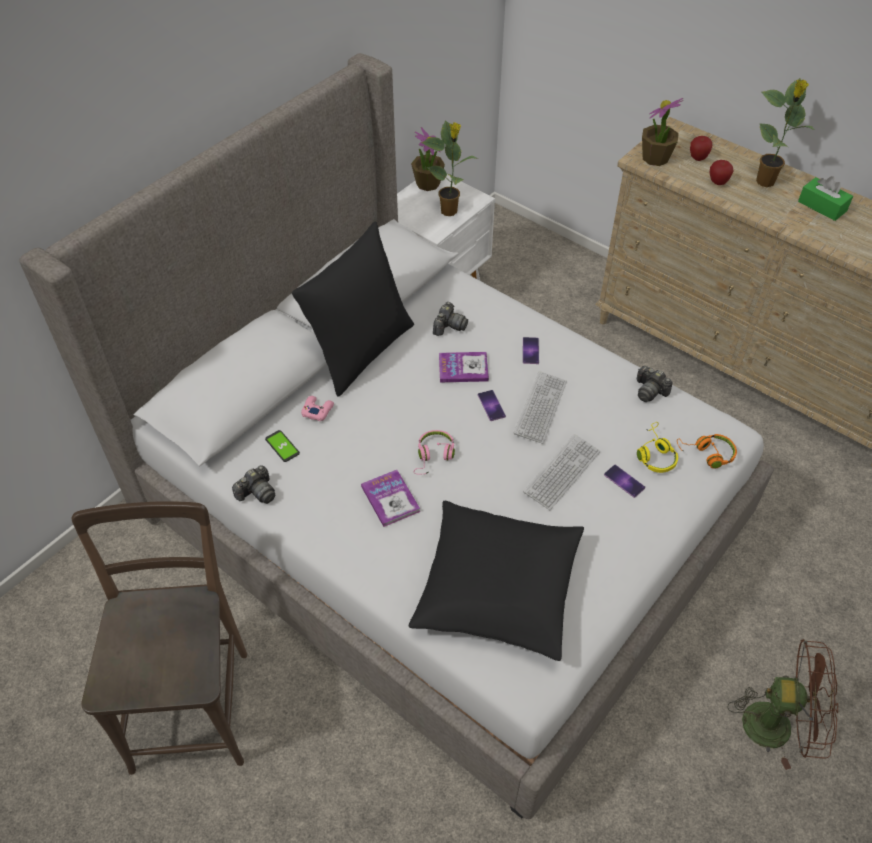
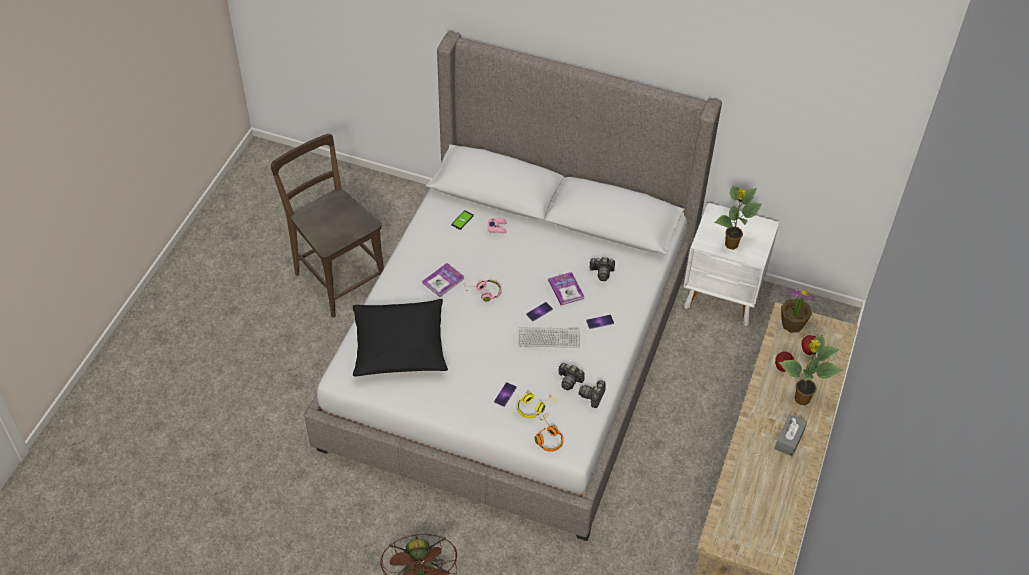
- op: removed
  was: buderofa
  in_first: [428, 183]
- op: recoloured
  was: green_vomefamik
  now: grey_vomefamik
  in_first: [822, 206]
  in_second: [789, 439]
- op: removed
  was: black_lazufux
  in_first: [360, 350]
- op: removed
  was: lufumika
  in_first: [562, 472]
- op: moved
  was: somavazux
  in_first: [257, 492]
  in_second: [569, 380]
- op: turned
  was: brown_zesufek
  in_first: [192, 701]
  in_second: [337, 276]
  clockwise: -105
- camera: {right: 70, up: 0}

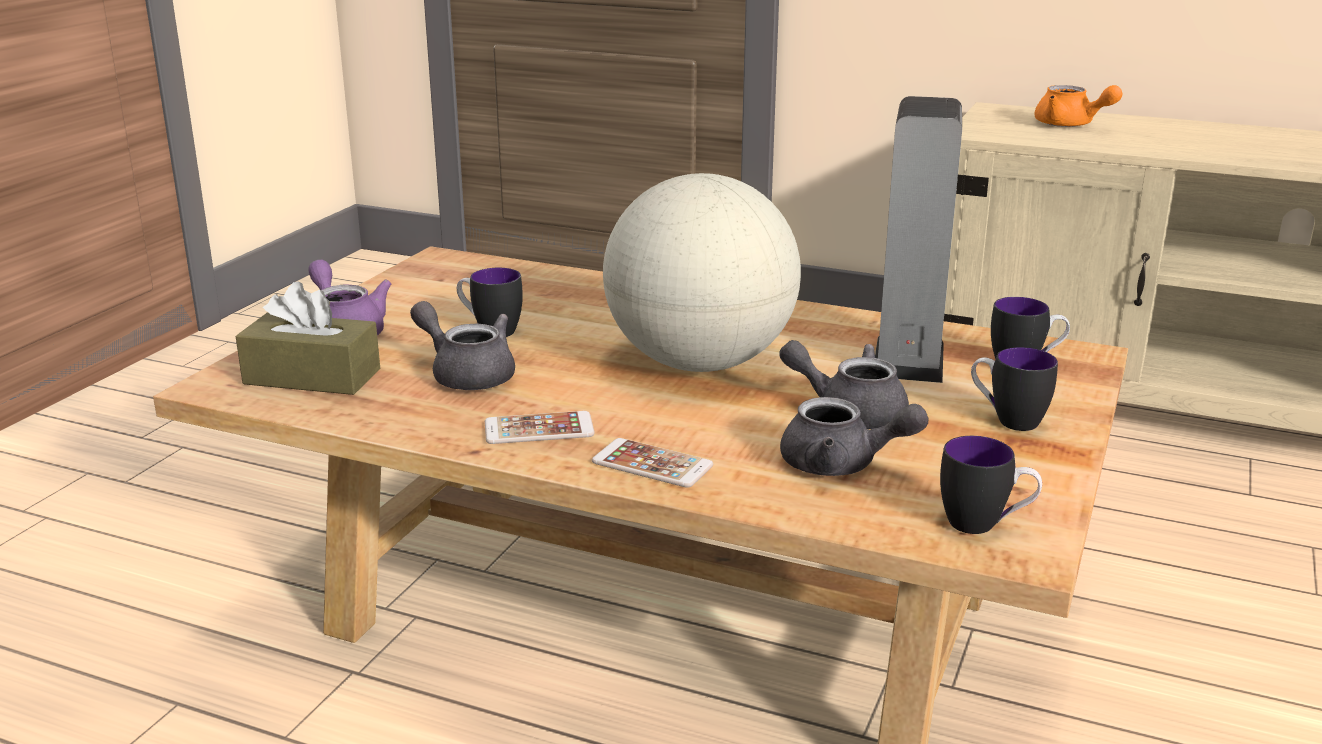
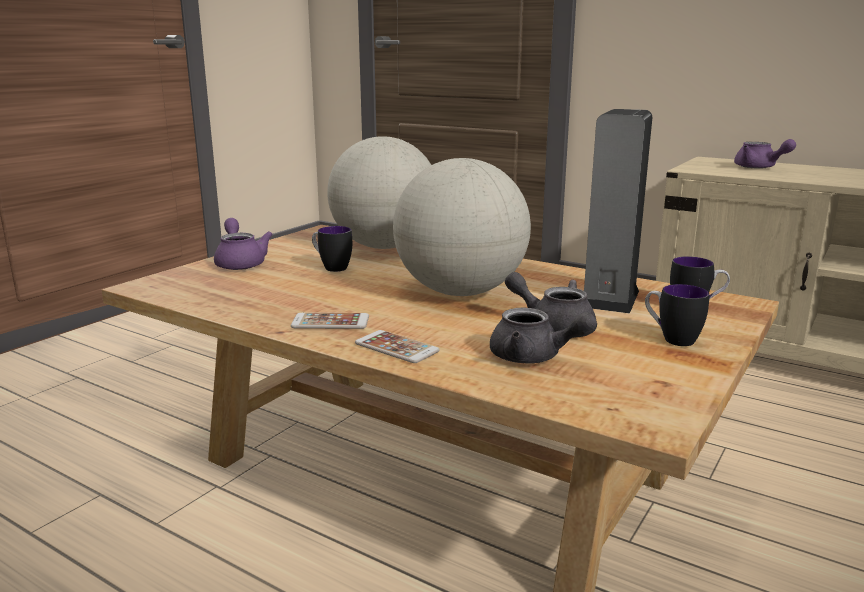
- op: recoloured
  was: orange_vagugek
  now: purple_vagugek
  in_first: [1070, 125]
  in_second: [759, 167]
- op: removed
  was: brown_vomefamik
  in_first: [312, 377]
- op: removed
  was: grey_vagugek
  in_first: [467, 374]
- op: removed
  was: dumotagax
  in_first: [985, 525]
- op: added
  now: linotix
  in_second: [384, 247]
- camera: {right: 10, up: -5}

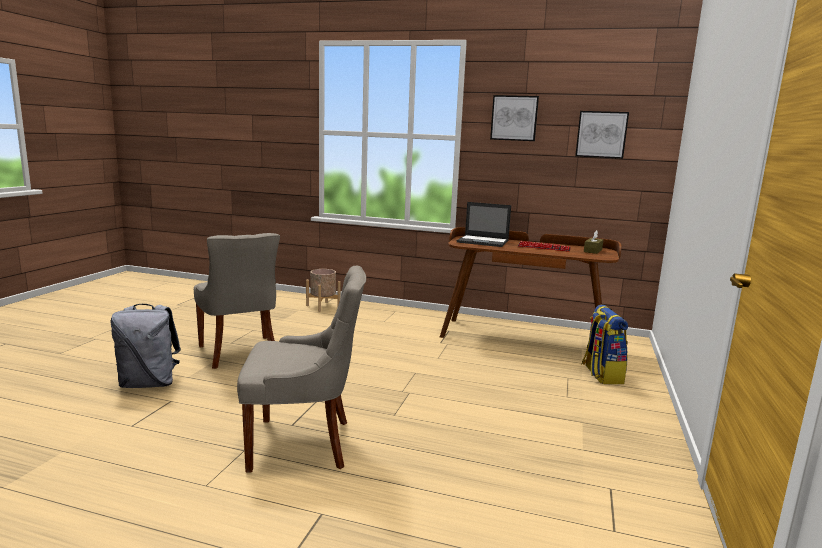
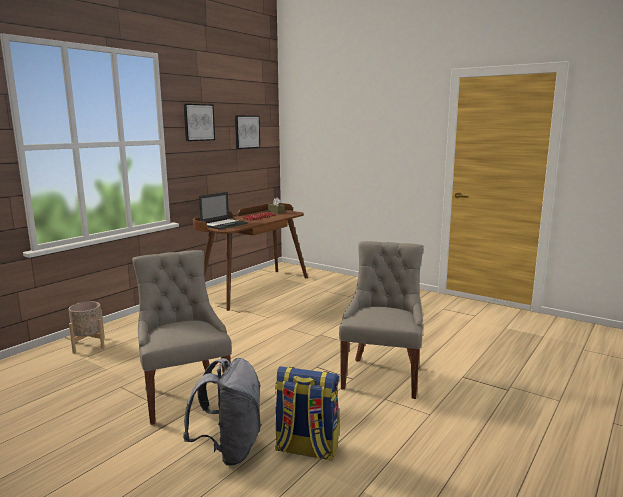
- op: turned
  was: grey_zesufek
  in_first: [240, 353]
  in_second: [185, 396]
  clockwise: -105
- op: moved
  was: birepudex
  in_first: [601, 374]
  in_second: [306, 449]
- camera: {right: -70, up: 0}

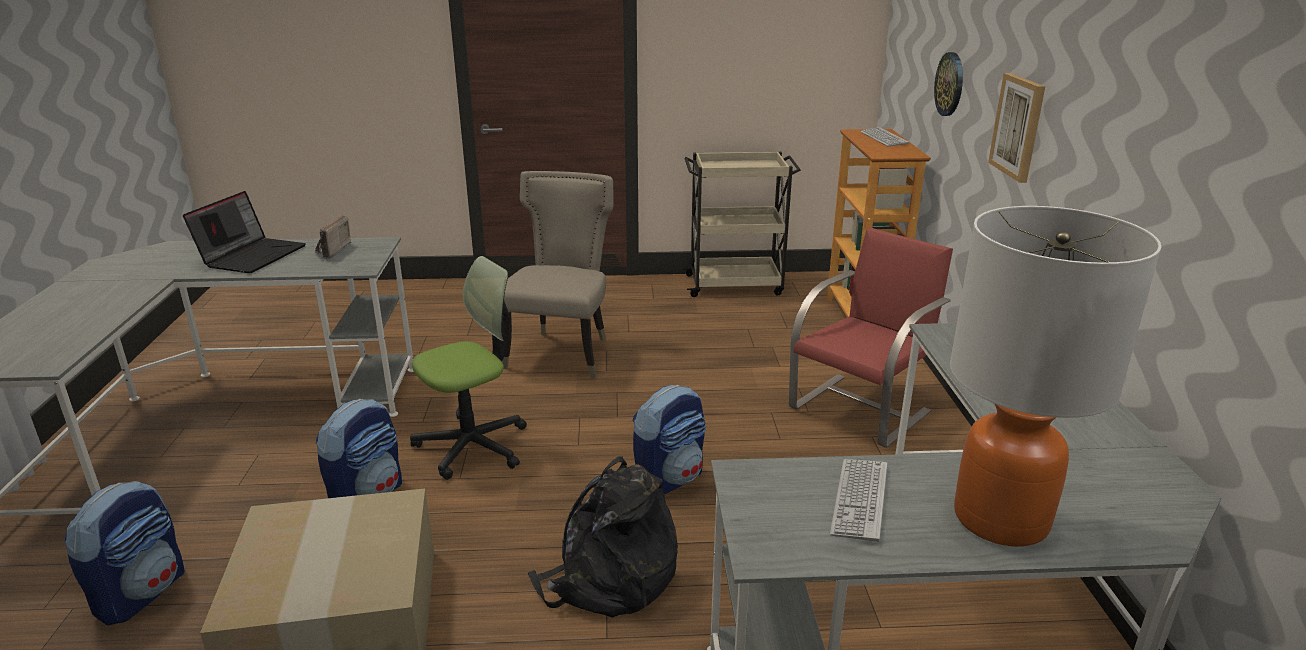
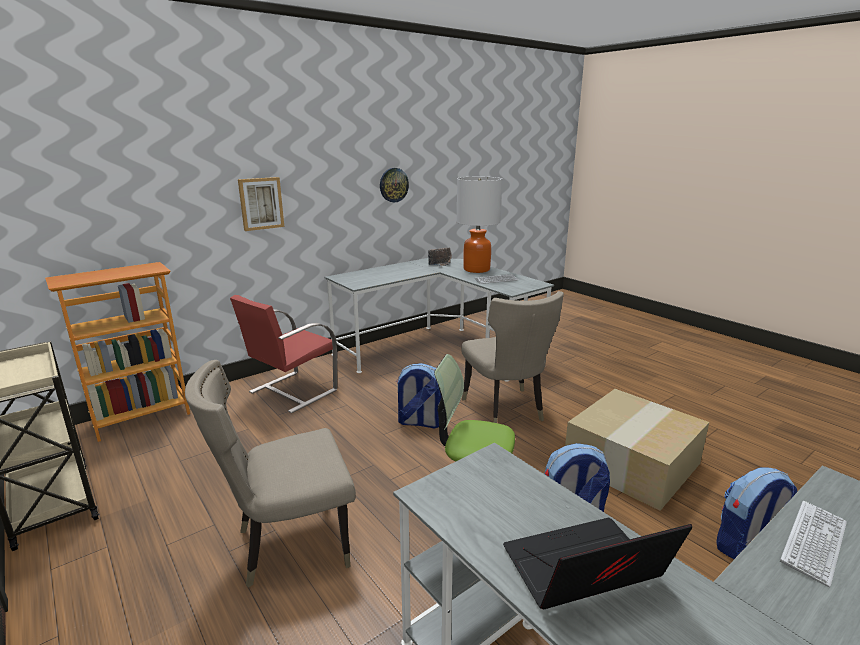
- op: moved
  was: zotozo
  in_first: [950, 84]
  in_second: [393, 185]
- op: moved
  was: lufumika
  in_first: [883, 138]
  in_second: [814, 542]
- op: moved
  was: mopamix
  in_first: [330, 251]
  in_second: [441, 264]
- op: turned
  was: red_zesufek
  in_first: [861, 409]
  in_second: [291, 391]
  clockwise: -60
- op: replaced
  was: black_birepudex
  now: beige_zesufek
  in_first: [609, 579]
  in_second: [506, 410]
- camera: {right: -125, up: -5}

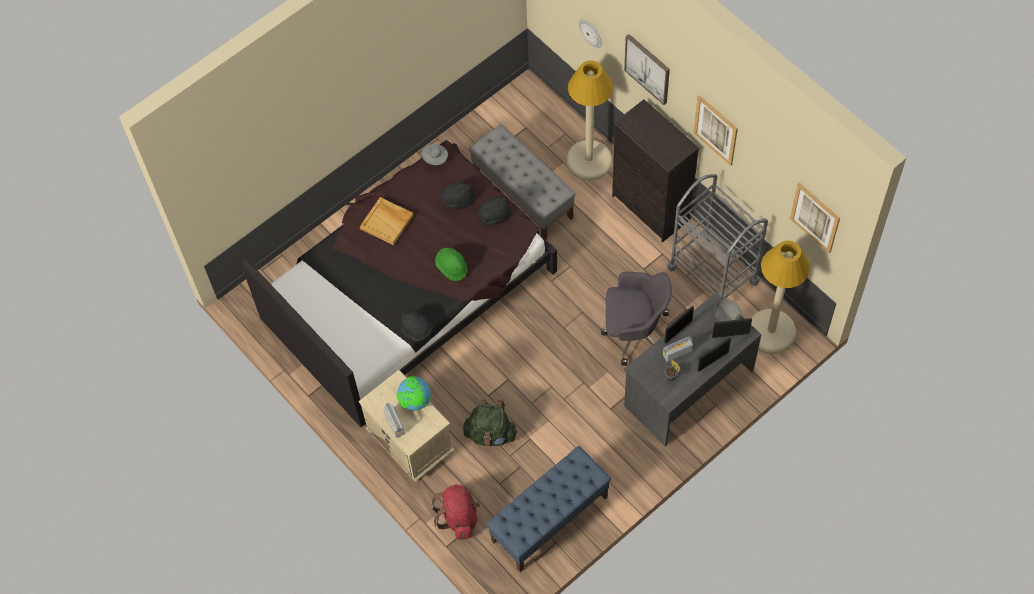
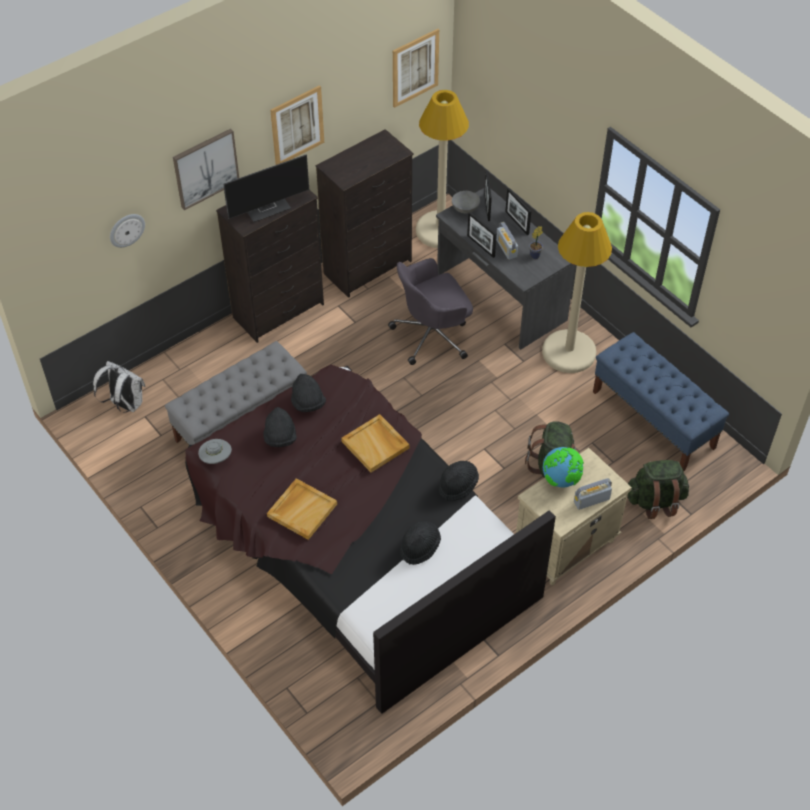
- op: moved
  was: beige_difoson
  in_first: [589, 160]
  in_second: [568, 352]
- op: replaced
  was: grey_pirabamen
  now: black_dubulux
  in_first: [713, 274]
  in_second: [368, 267]
- op: replaced
  was: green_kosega
  now: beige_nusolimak
  in_first: [452, 267]
  in_second: [376, 445]
- op: turned
  was: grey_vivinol
  in_first: [634, 332]
  in_second: [432, 335]
  clockwise: -120
- op: recoloured
  was: red_birepudex
  now: green_birepudex
  in_first: [459, 517]
  in_second: [655, 501]
- op: added
  now: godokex
  in_second: [267, 207]
- op: added
  now: white_birepudex
  in_second: [125, 404]
- op: added
  now: black_kosega
  in_second: [419, 547]
- camera: {right: -90, up: -10}

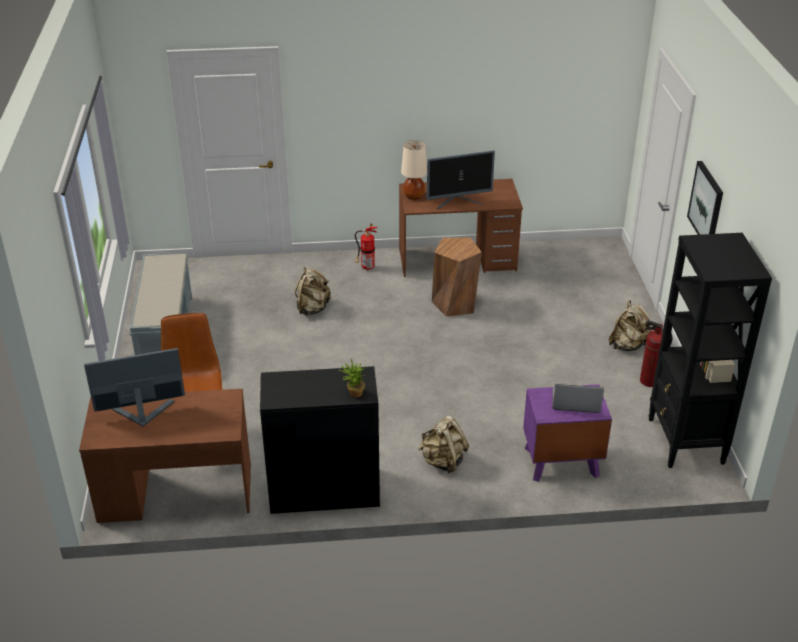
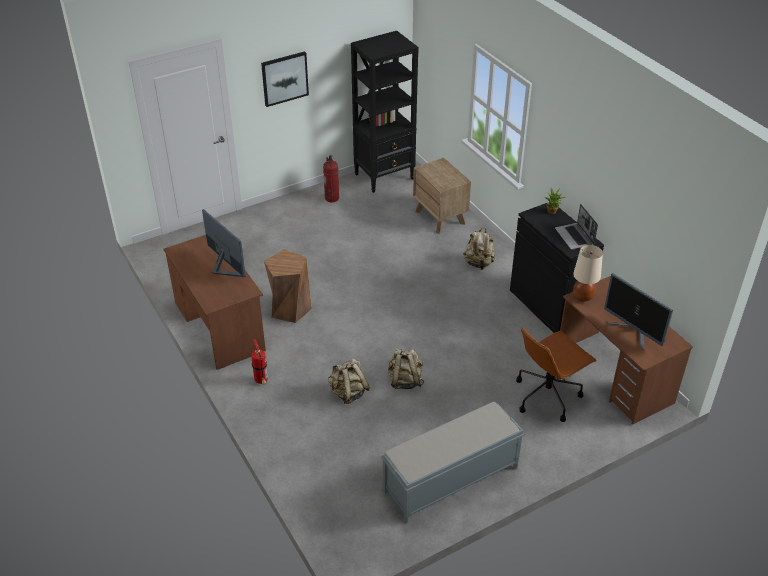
- op: moved
  was: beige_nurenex
  in_first: [414, 196]
  in_second: [583, 296]
- op: moved
  was: beige_birepudex
  in_first: [628, 345]
  in_second: [404, 380]
- op: recoloured
  was: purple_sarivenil
  now: brown_sarivenil
  in_first: [561, 462]
  in_second: [440, 217]
- op: moved
  was: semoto
  in_first: [575, 402]
  in_second: [575, 237]
- camera: {right: -115, up: 5}

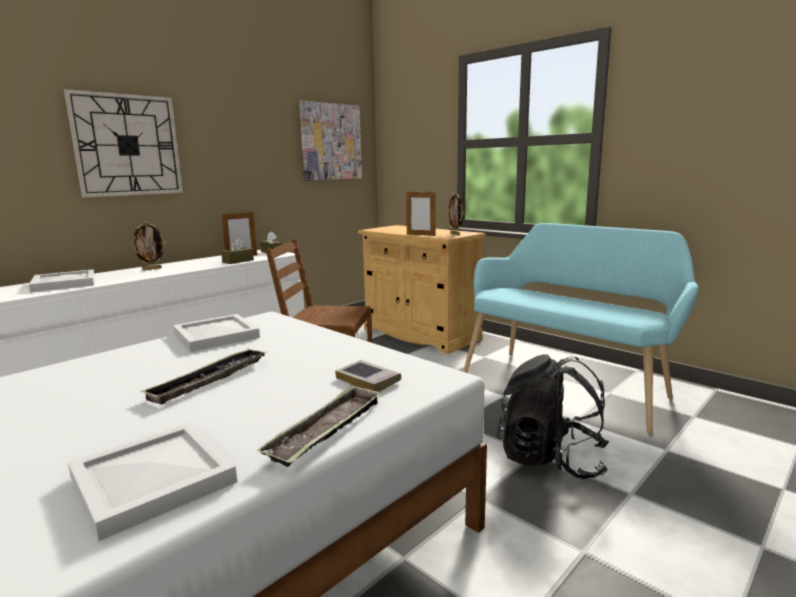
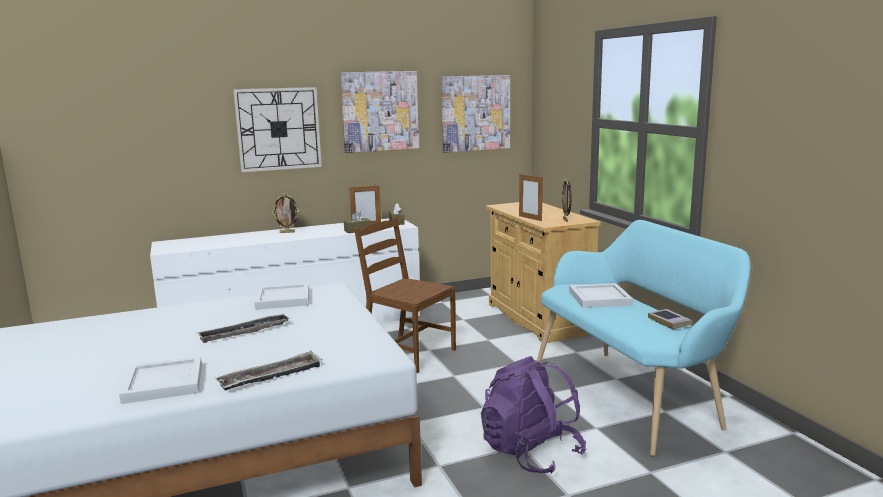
- op: moved
  was: white_nusolimak
  in_first: [65, 283]
  in_second: [600, 298]
- op: recoloured
  was: black_birepudex
  now: purple_birepudex
  in_first: [550, 459]
  in_second: [531, 453]
- op: moved
  was: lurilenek
  in_first: [368, 380]
  in_second: [669, 322]
- op: added
  now: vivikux
  in_second: [380, 111]
- camera: {right: 25, up: 0}

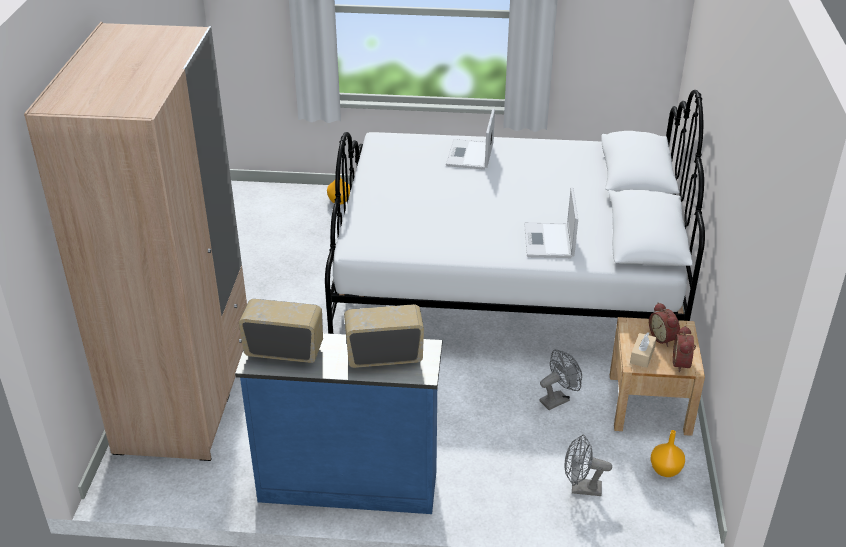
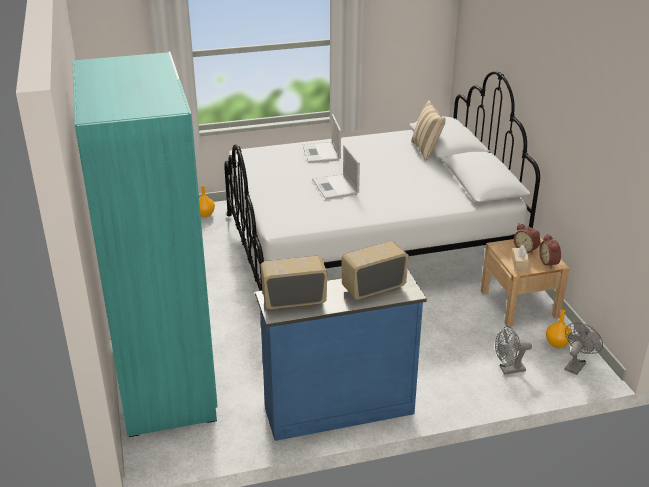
- op: recoloured
  was: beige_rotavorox
  now: turquoise_rotavorox
  in_first: [186, 395]
  in_second: [165, 378]
- op: moved
  was: semoto
  in_first: [549, 242]
  in_second: [336, 187]
- op: moved
  was: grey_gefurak
  in_first: [558, 399]
  in_second: [576, 364]
- op: added
  now: beige_lazufux
  in_second: [427, 150]
- camera: {right: -20, up: -5}

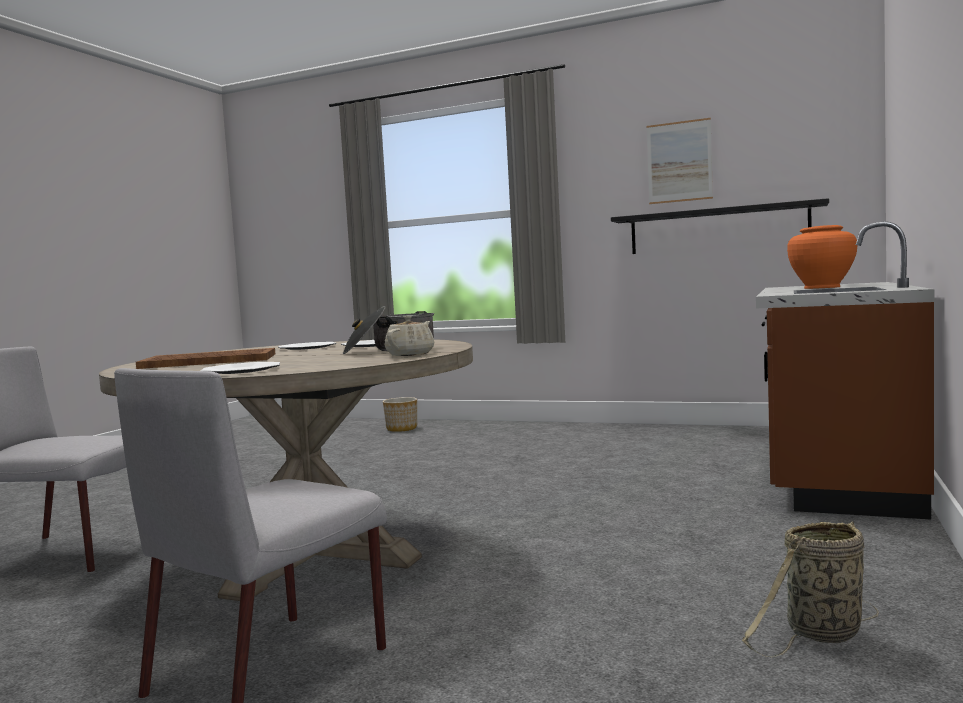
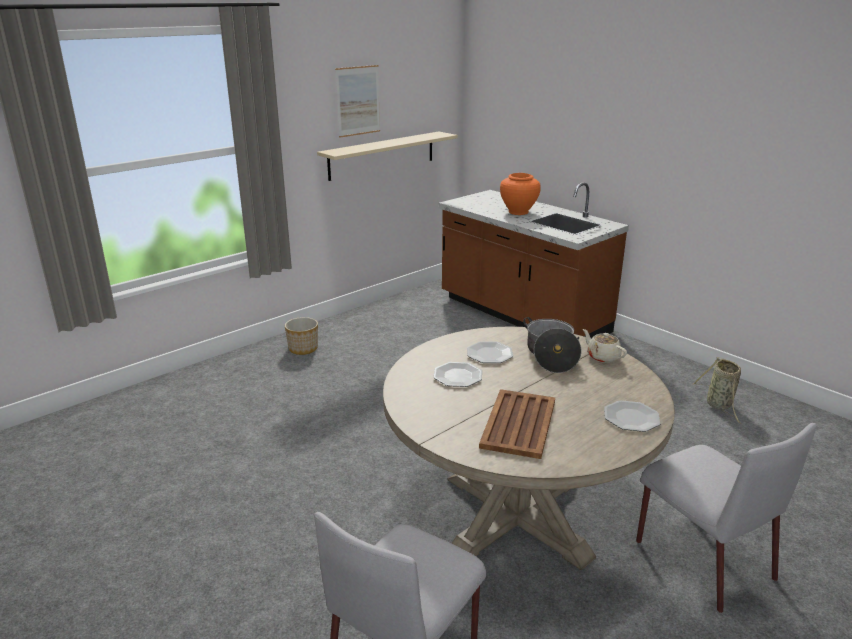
- op: recoloured
  was: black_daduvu
  now: beige_daduvu
  in_first: [717, 229]
  in_second: [382, 155]
- op: moved
  was: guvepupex
  in_first: [402, 429]
  in_second: [303, 348]
- camera: {right: -65, up: 20}

